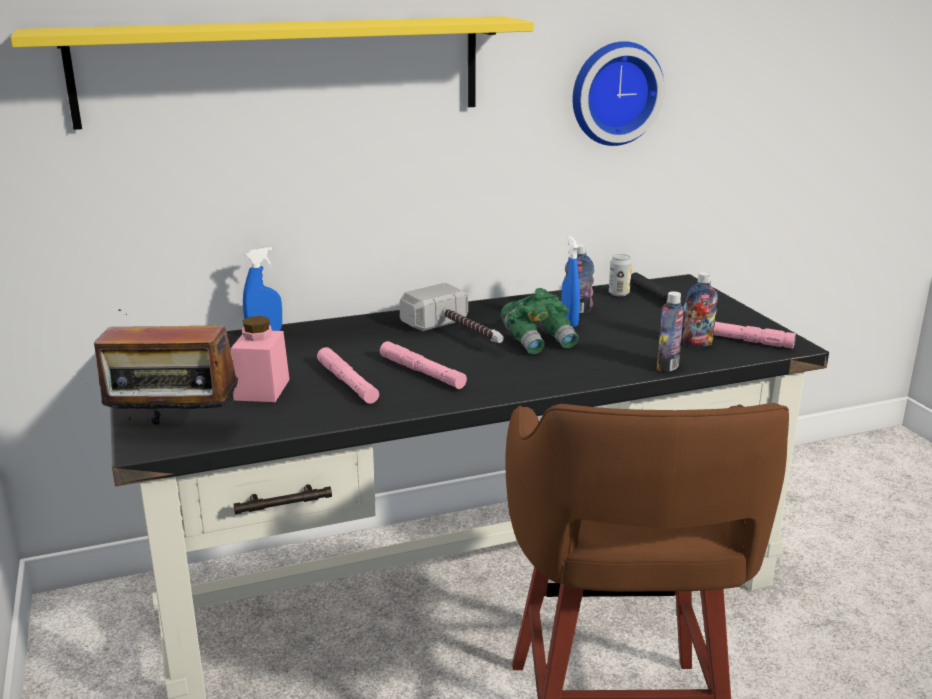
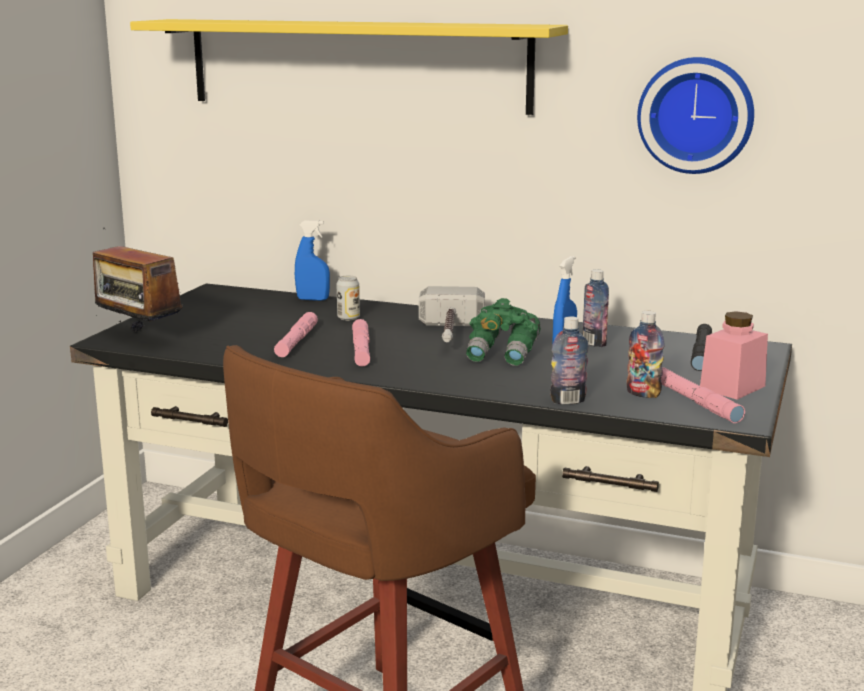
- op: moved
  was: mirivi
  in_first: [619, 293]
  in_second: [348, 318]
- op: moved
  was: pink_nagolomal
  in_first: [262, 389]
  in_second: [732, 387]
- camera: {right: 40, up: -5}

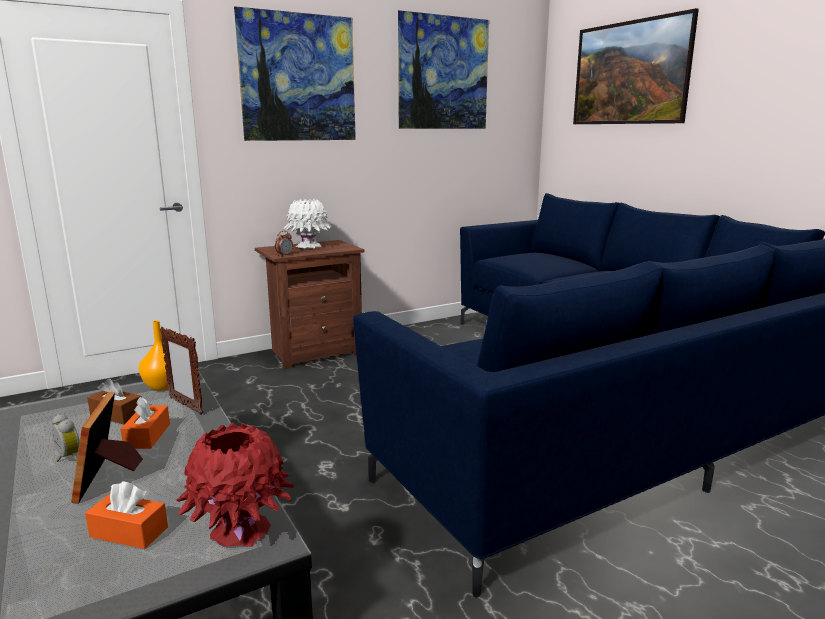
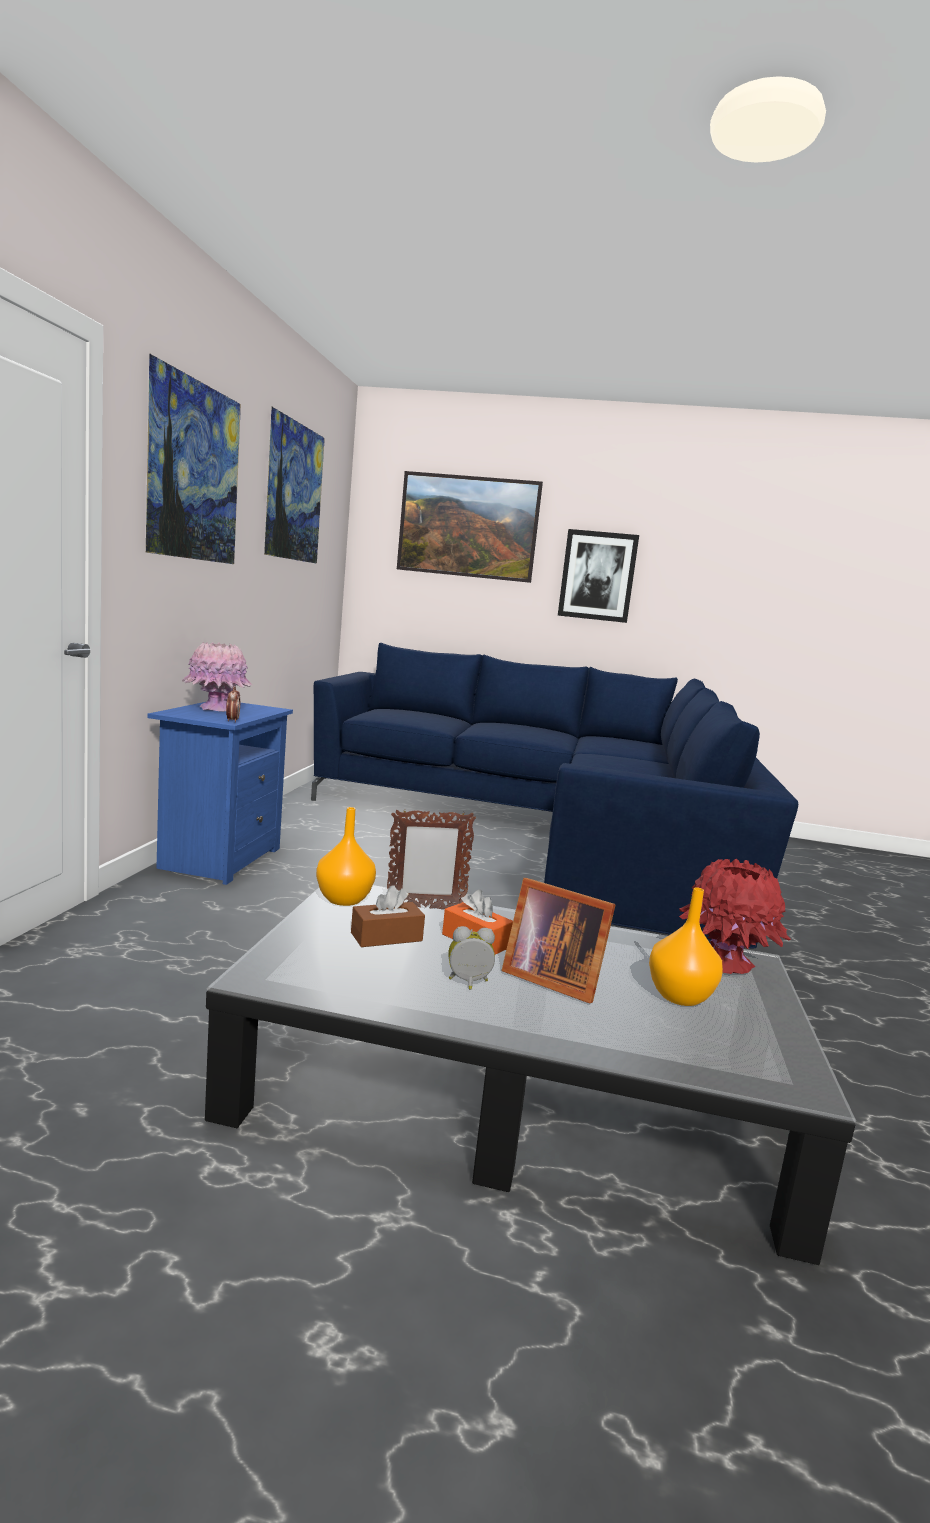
- op: recoloured
  was: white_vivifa
  now: pink_vivifa
  in_first: [308, 246]
  in_second: [216, 709]
- op: recoloured
  was: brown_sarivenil
  now: blue_sarivenil
  in_first: [314, 352]
  in_second: [219, 859]
- op: replaced
  was: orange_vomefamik
  now: orange_vivifa
  in_first: [129, 532]
  in_second: [680, 997]
- op: added
  now: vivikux
  in_second: [597, 576]
- camera: {right: -50, up: -5}

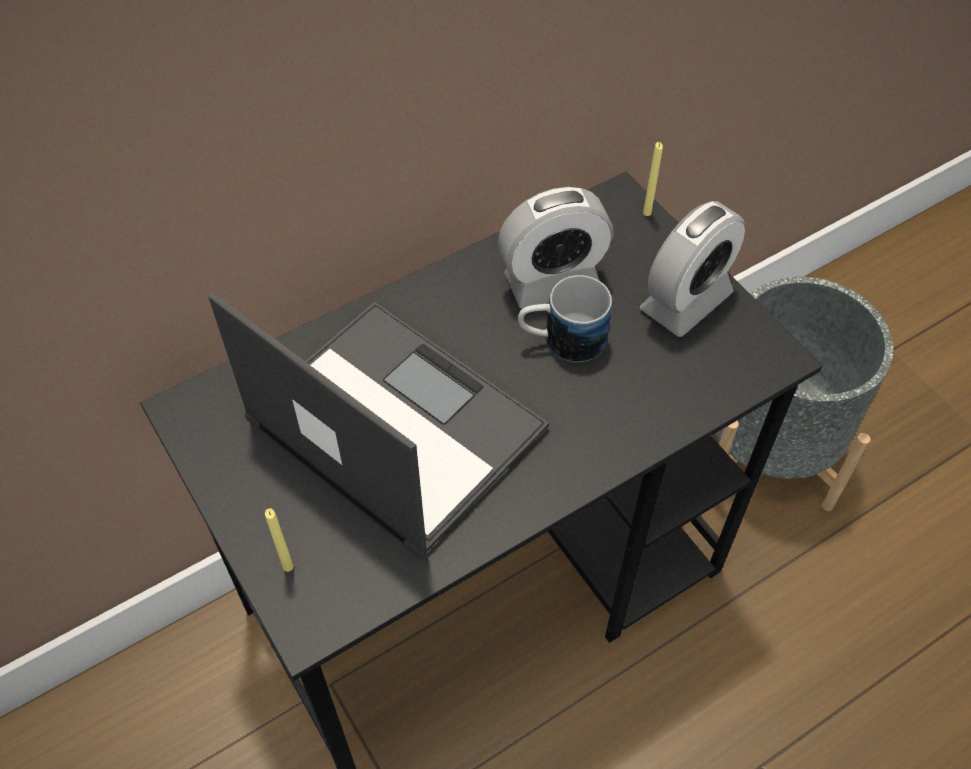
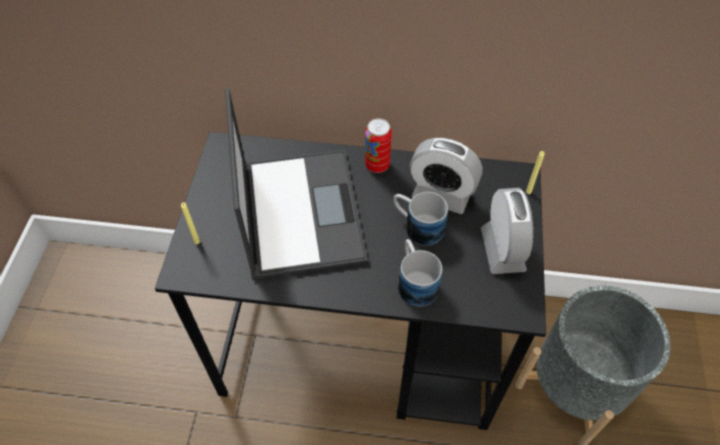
- op: turned
  was: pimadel
  in_first: [686, 301]
  in_second: [502, 250]
  clockwise: -90
- op: added
  now: mirivi
  in_second: [377, 165]
- op: added
  now: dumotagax
  in_second: [415, 281]
- camera: {right: 40, up: 0}

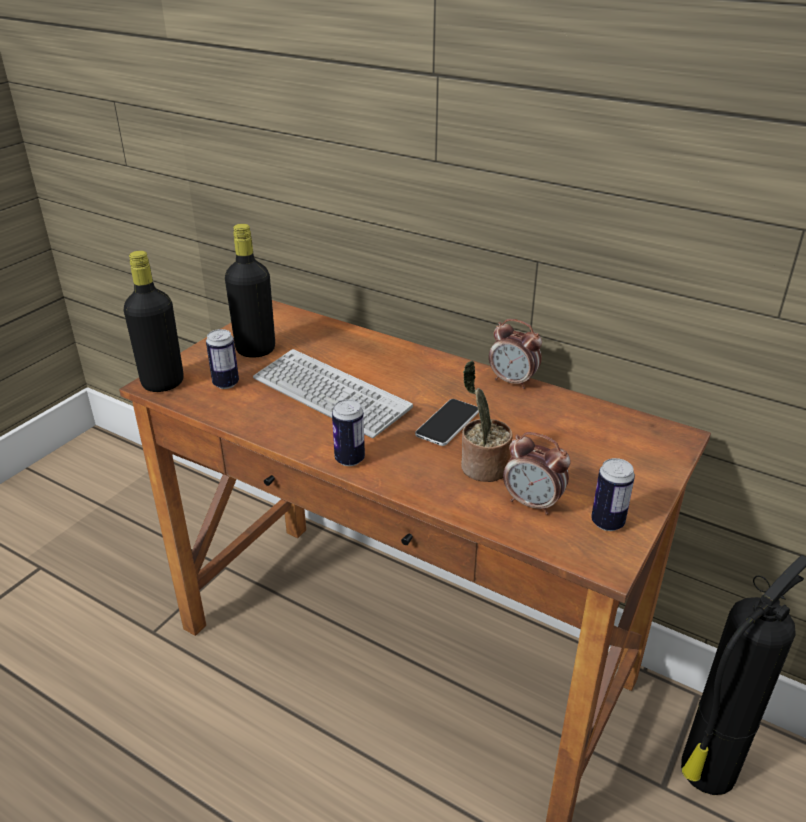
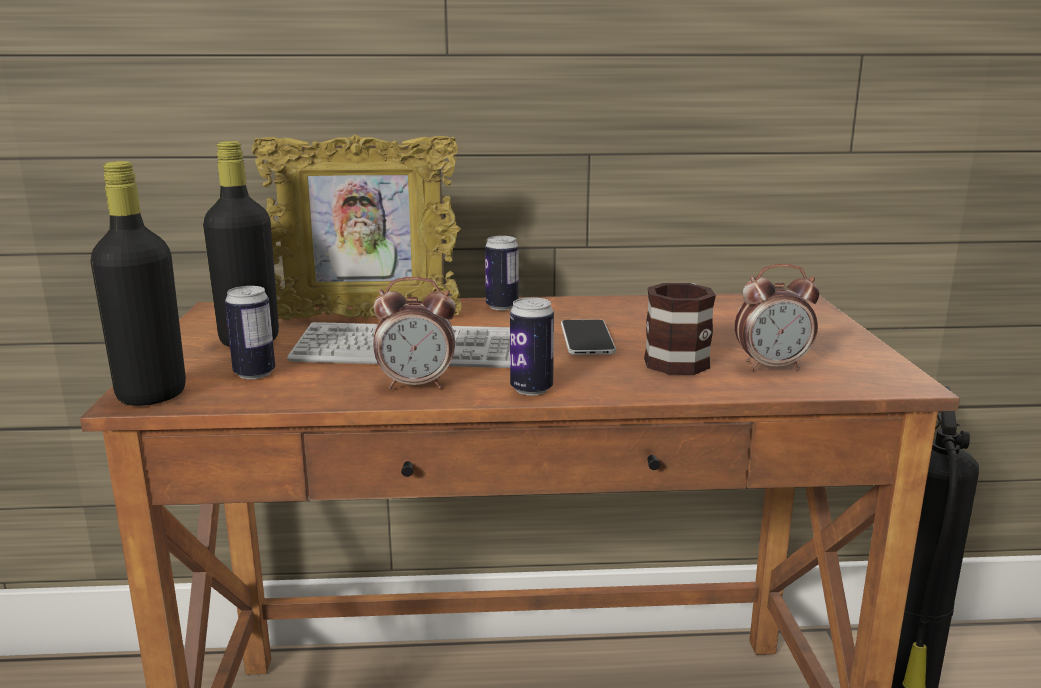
- op: moved
  was: pimadel
  in_first: [513, 381]
  in_second: [416, 385]
- op: replaced
  was: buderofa
  now: dumotagax
  in_first: [482, 468]
  in_second: [680, 358]
- op: moved
  was: mirivi
  in_first: [607, 522]
  in_second: [502, 306]
- op: added
  now: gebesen
  in_second: [366, 318]
- camera: {right: -35, up: -15}

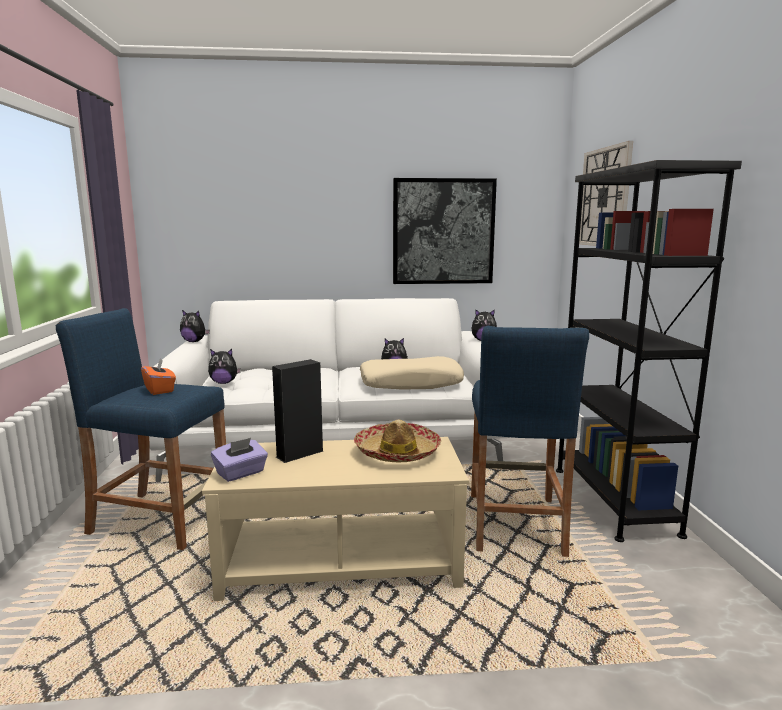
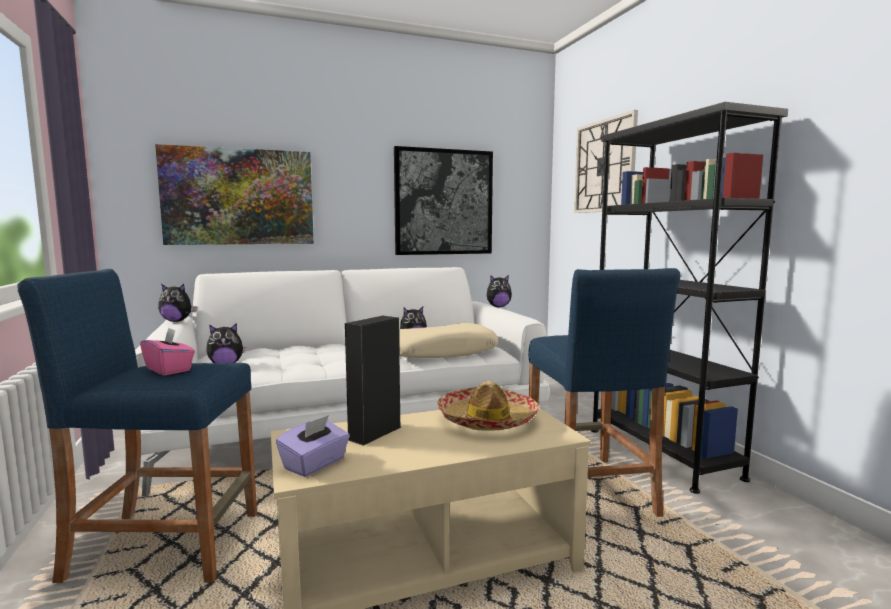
- op: recoloured
  was: orange_vomefamik
  now: pink_vomefamik
  in_first: [160, 389]
  in_second: [169, 369]
- op: added
  now: vivikux
  in_second: [239, 197]
- camera: {right: -15, up: -5}

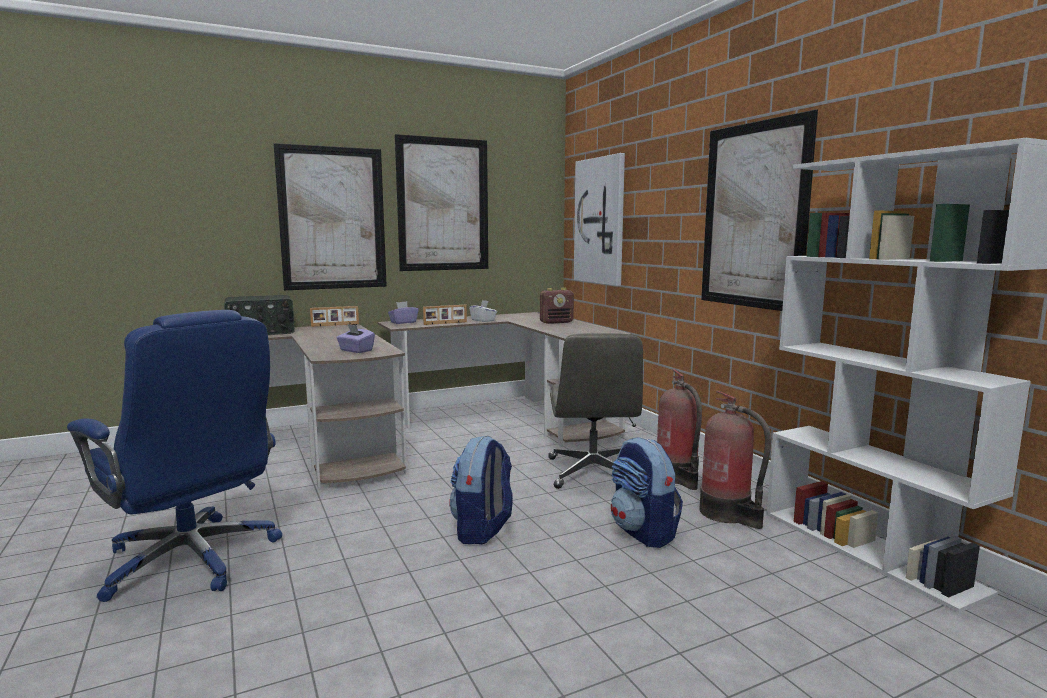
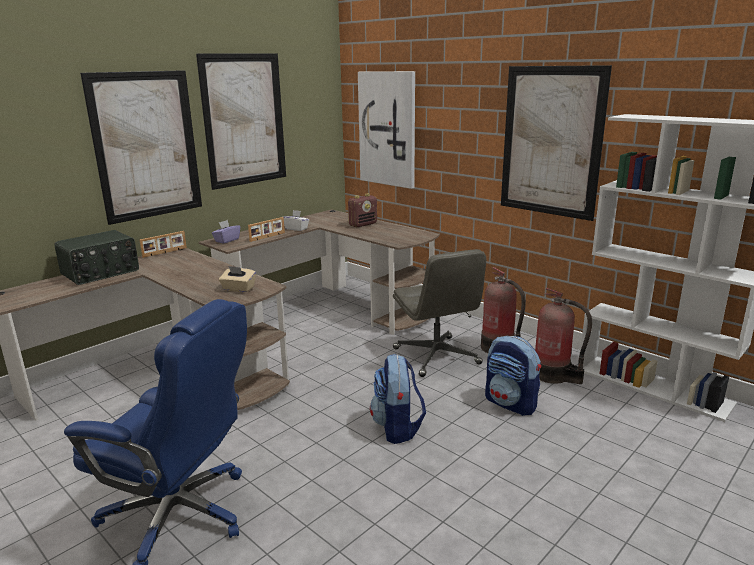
- op: recoloured
  was: purple_vomefamik
  now: beige_vomefamik
  in_first: [356, 350]
  in_second: [238, 289]
- camera: {right: -20, up: 10}

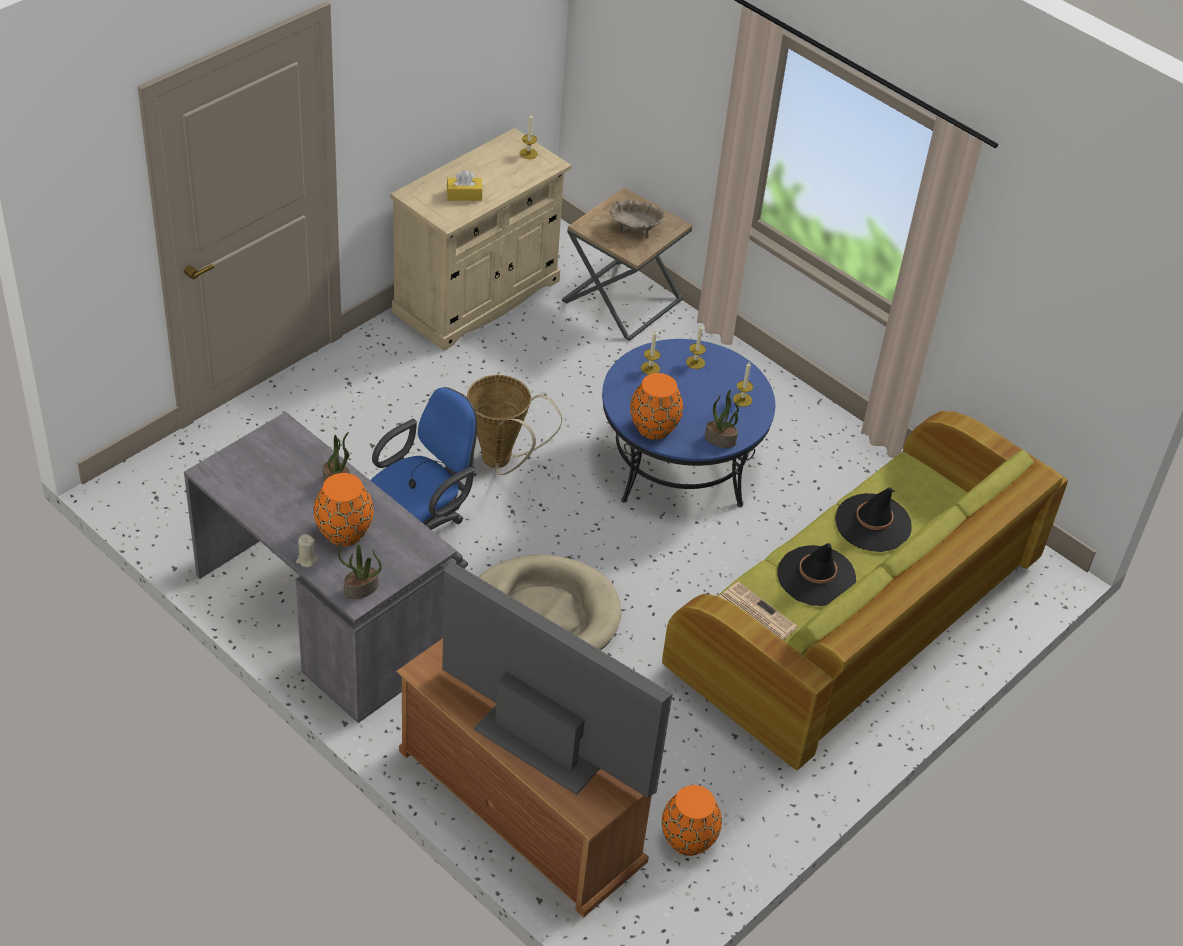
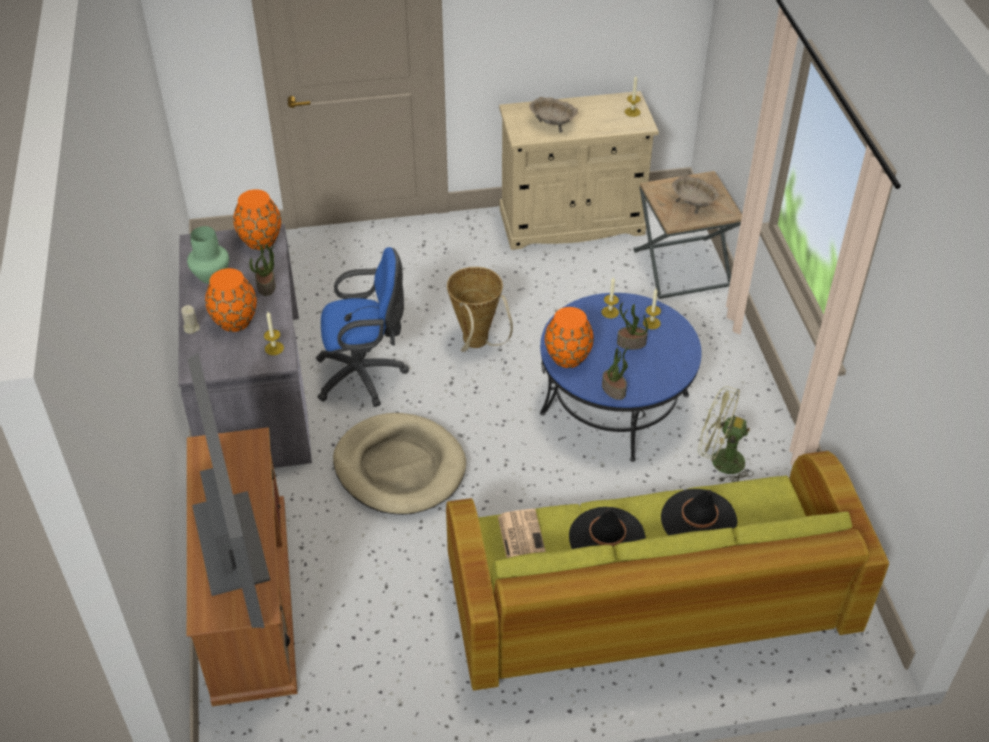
- op: replaced
  was: yellow_vomefamik
  now: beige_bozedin
  in_first: [464, 195]
  in_second: [552, 124]
- op: moved
  was: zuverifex
  in_first: [742, 400]
  in_second: [274, 348]
- op: moved
  was: buderofa
  in_first: [361, 589]
  in_second: [631, 343]
- op: moved
  was: orange_vivifa
  in_first: [689, 840]
  in_second: [261, 241]
- op: added
  now: green_vivifa
  in_second: [211, 275]
- op: added
  now: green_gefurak
  in_second: [719, 461]
- camera: {right: 40, up: 0}

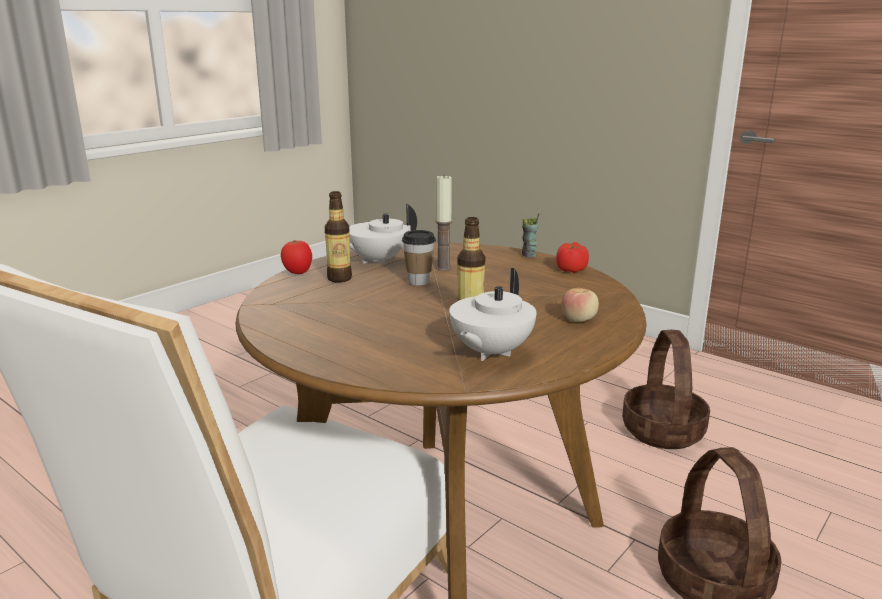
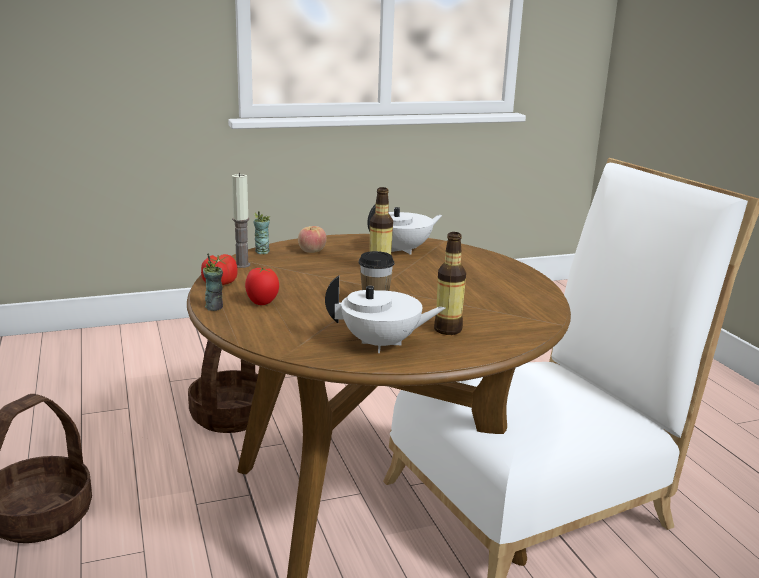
- op: moved
  was: zuverifex
  in_first: [443, 268]
  in_second: [242, 265]
- op: moved
  was: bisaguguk
  in_first: [298, 273]
  in_second: [262, 303]
- op: added
  now: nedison
  in_second: [262, 252]
- camera: {right: -150, up: 0}

